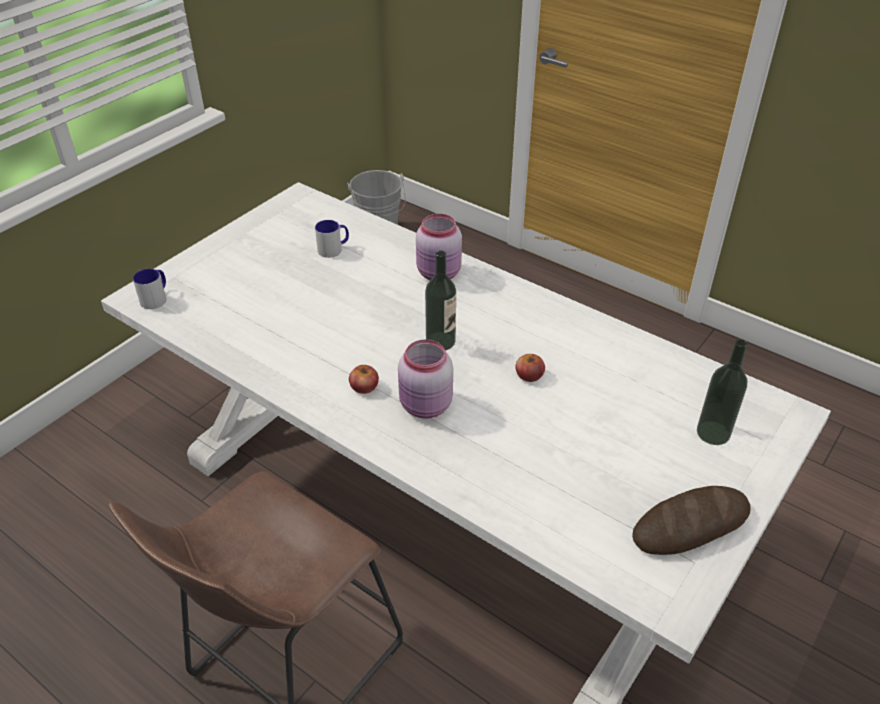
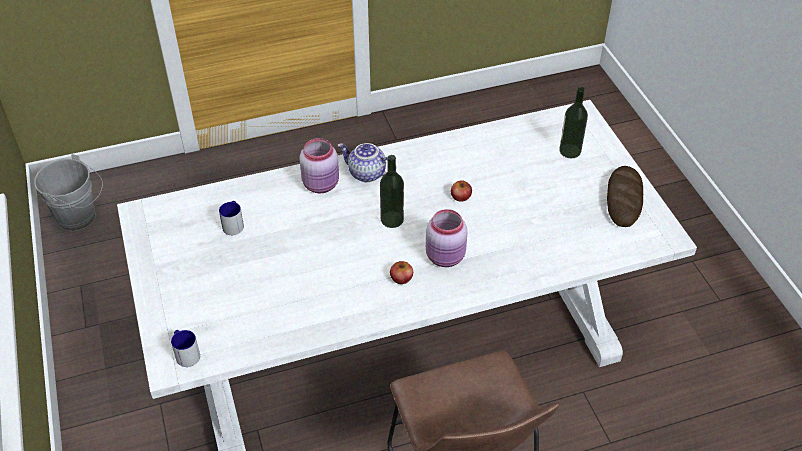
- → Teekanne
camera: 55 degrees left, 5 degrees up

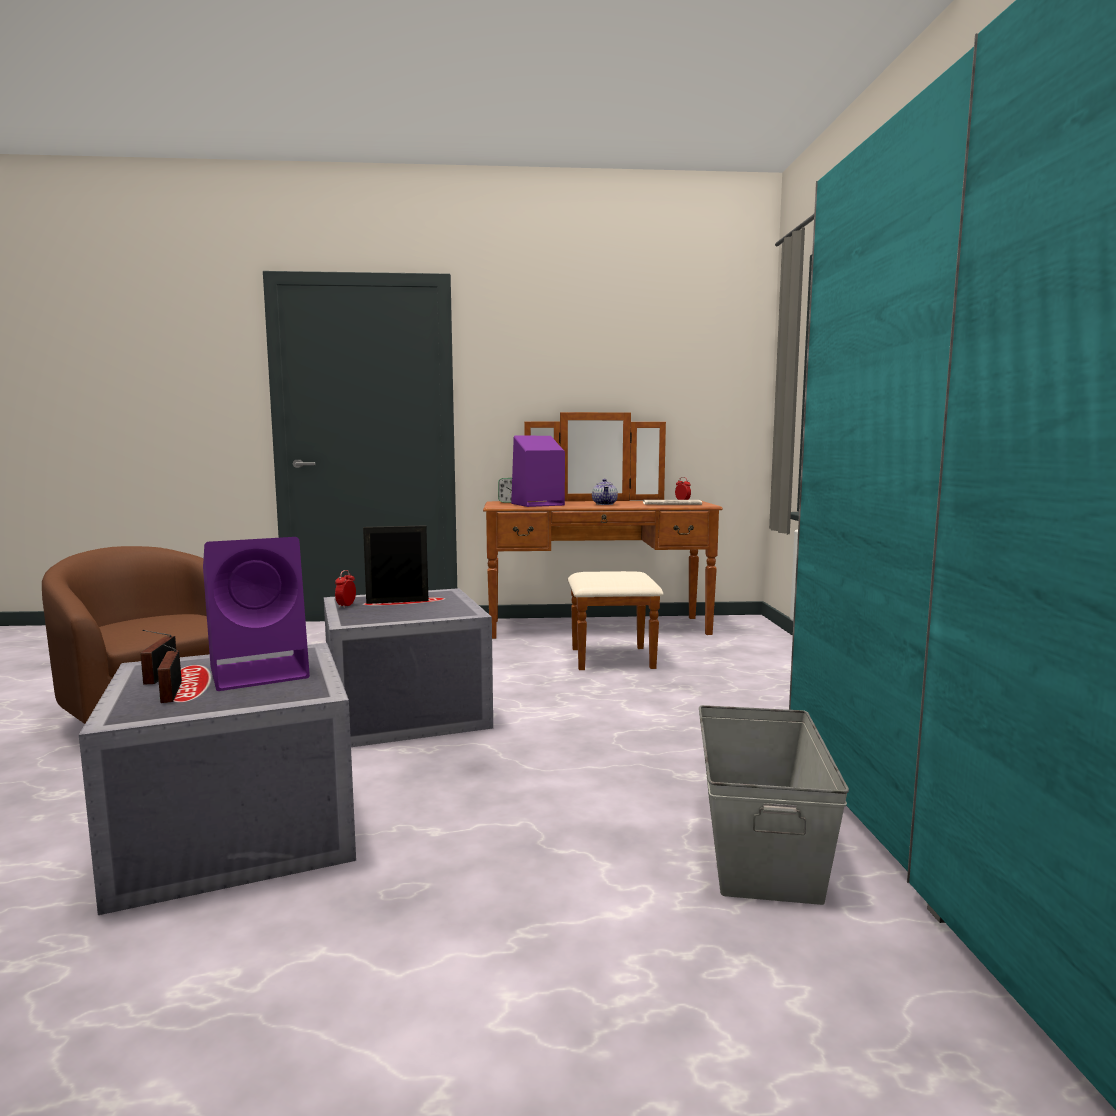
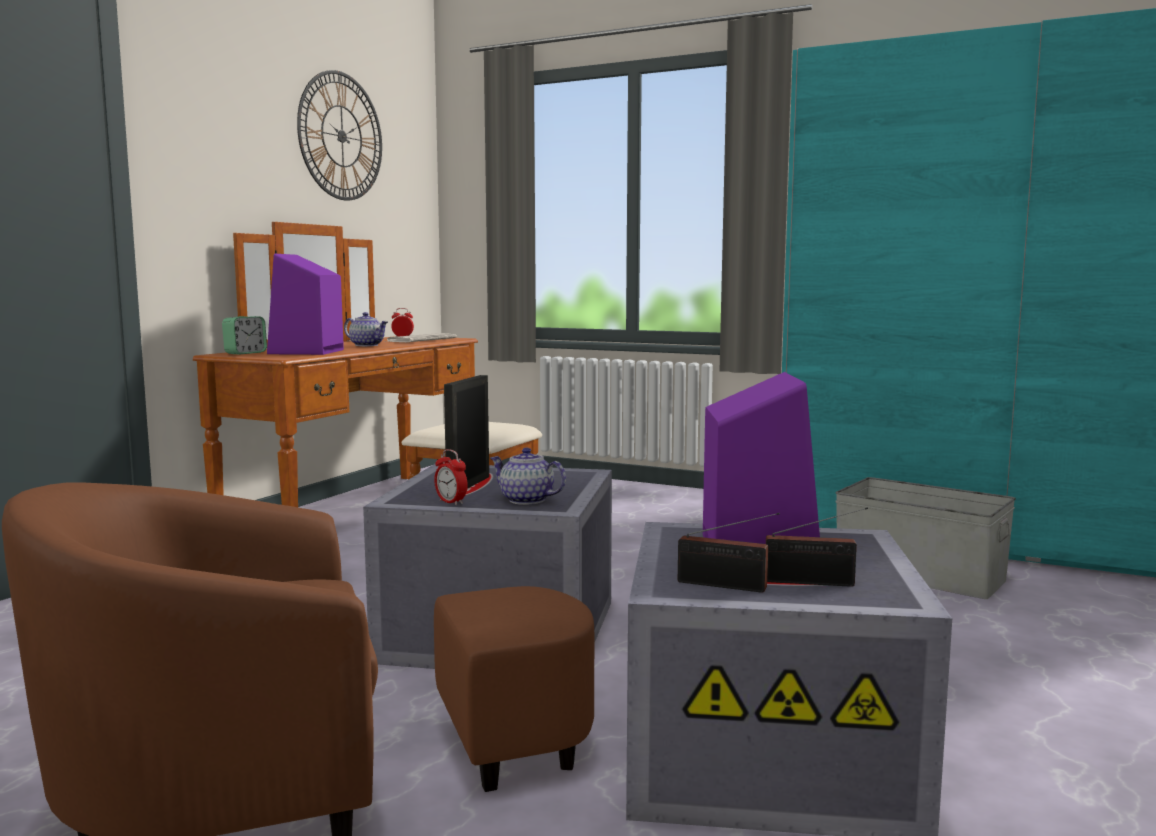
- → Wanduhr
- → Teekanne (no. 2 from left)
camera: 60 degrees left, 0 degrees up

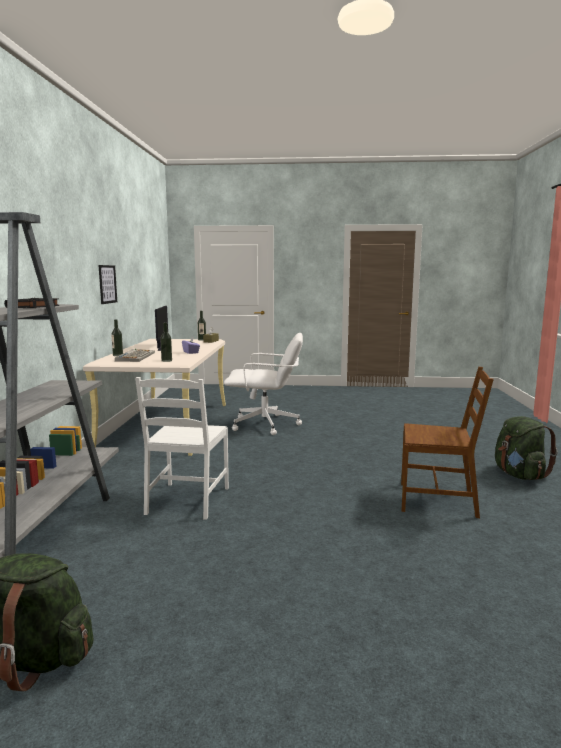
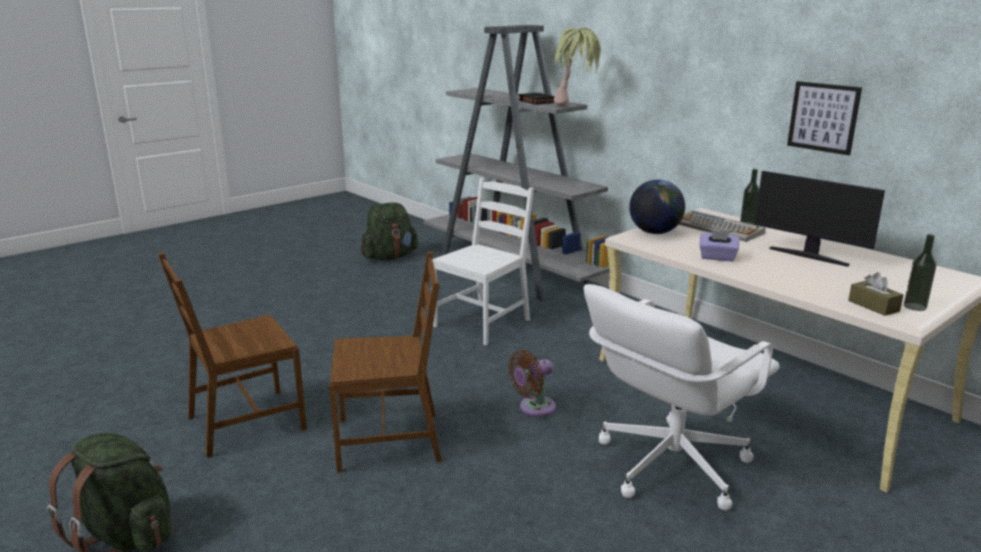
- → Stuhl (braun) (no. 2 from left)
Stuhl (weiß), 75 degrees clockwise
- → Ventilator (braun)
- → Topfpflanze
Flasche (no. 2 from left) → Globus
camera: 135 degrees right, 10 degrees up

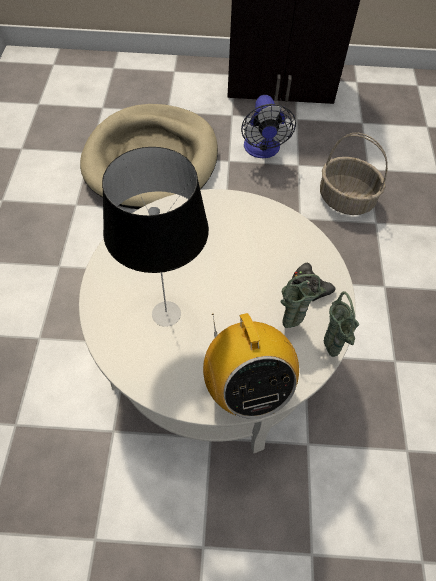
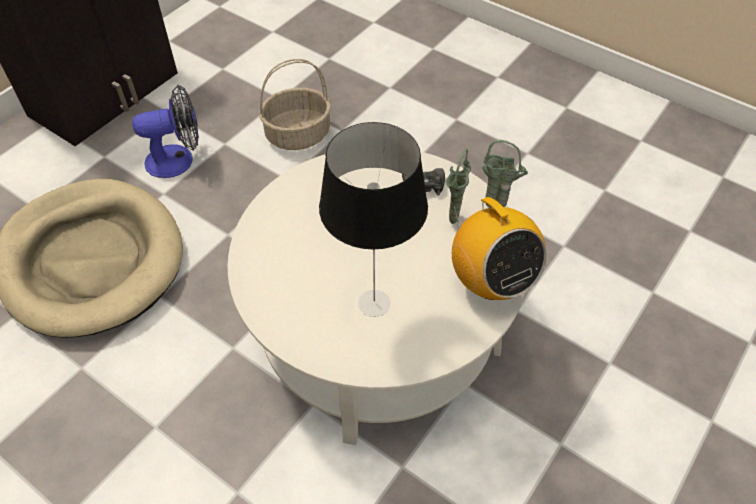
Ventilator, 45 degrees counterclockwise
Radio, 45 degrees clockwise
camera: 55 degrees left, 5 degrees down

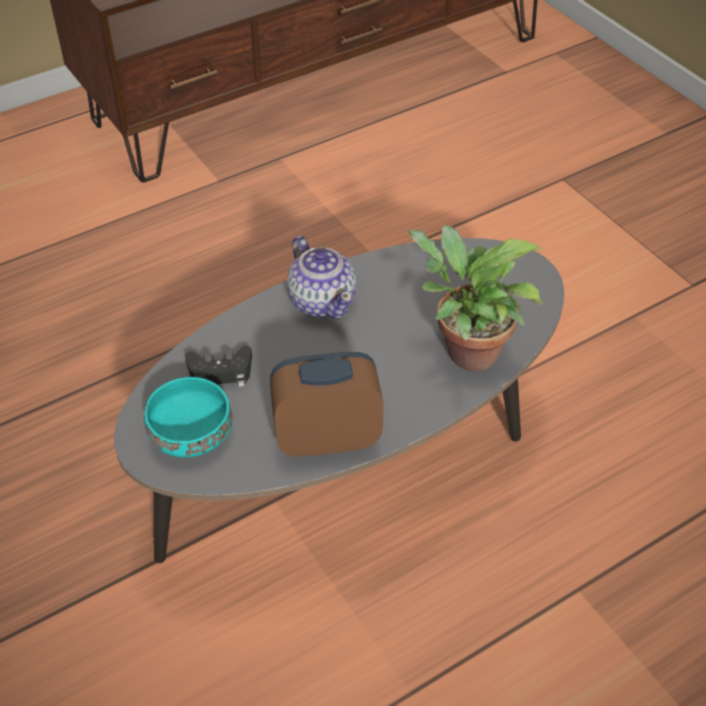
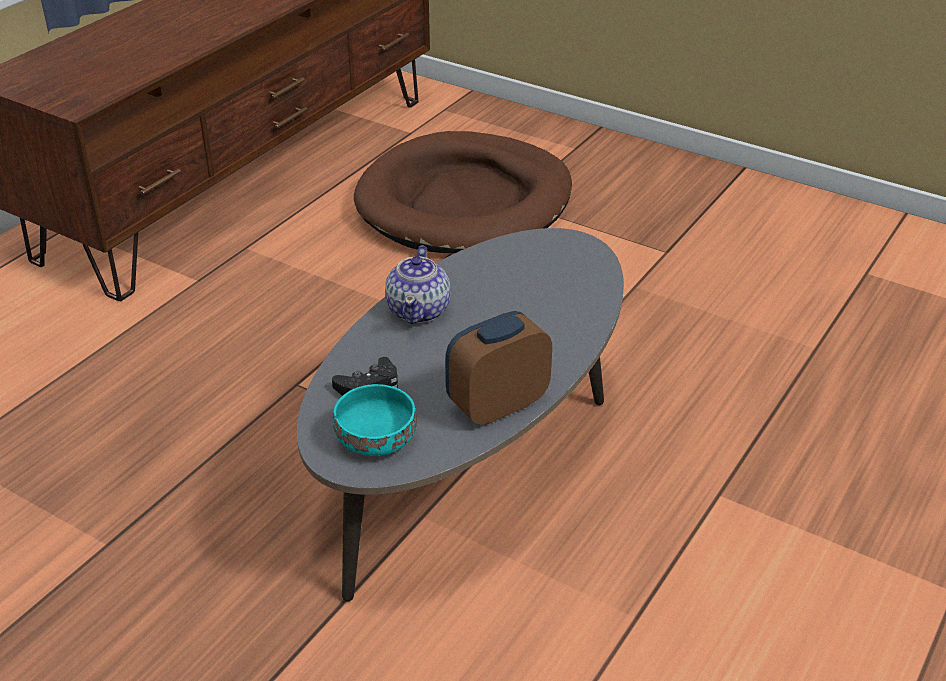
- → Hundebett (braun)
Teekanne, 60 degrees clockwise
Topfpflanze → -
camera: 25 degrees left, 10 degrees down

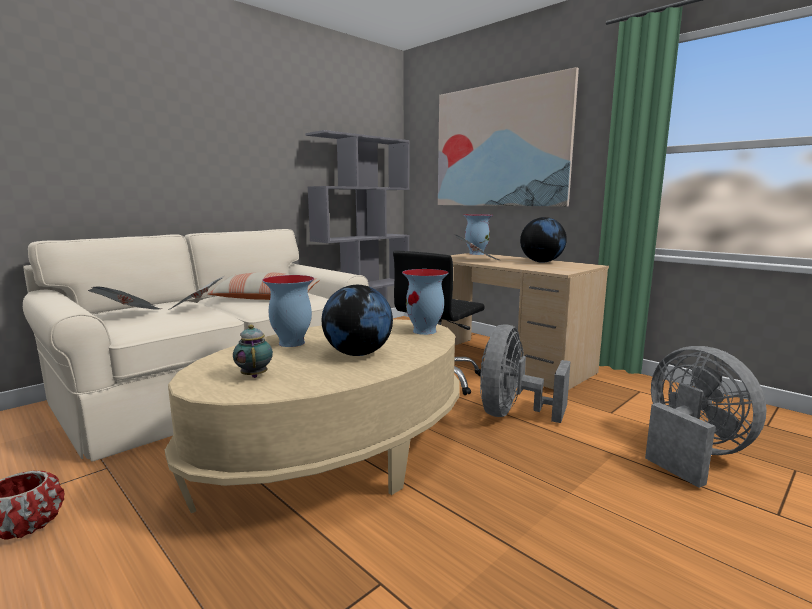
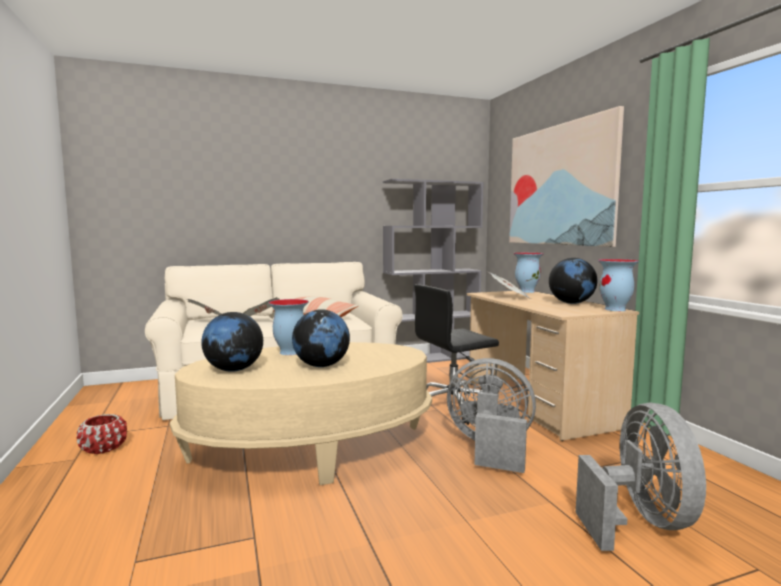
Teekanne → Globus (no. 1 from left)
Ventilator (grau) (no. 1 from left), 60 degrees clockwise
Vase (no. 2 from left in the first image) → Vase (no. 3 from left), relocated
camera: 25 degrees right, 5 degrees down

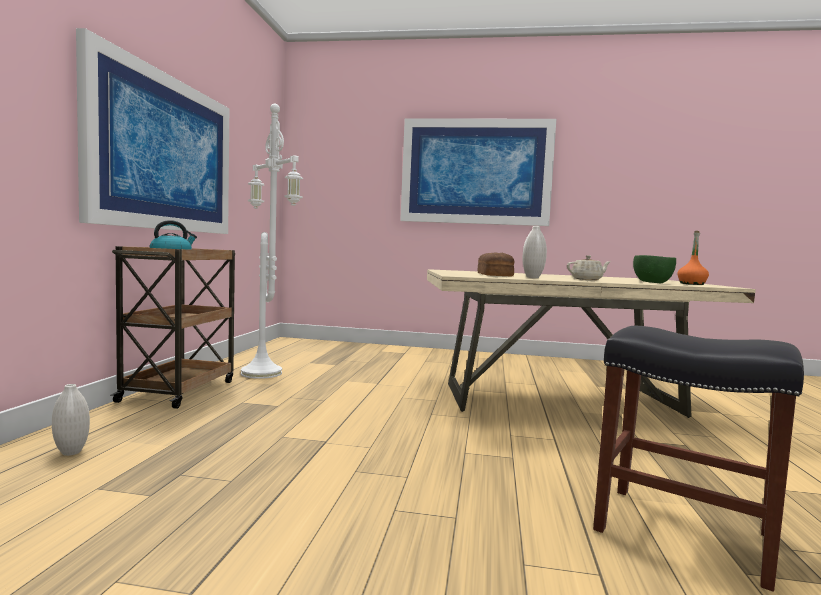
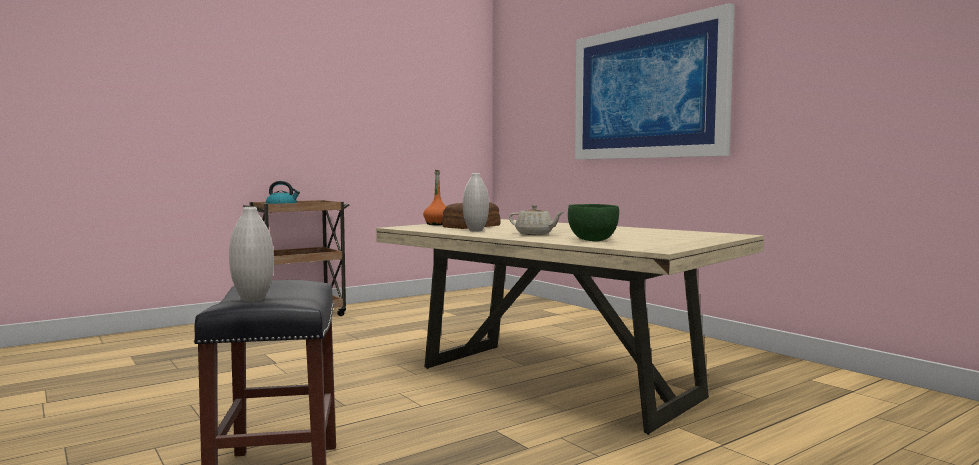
Vase (weiß) (no. 1 from left), relocated
Flasche (orange), relocated
Bild (no. 1 from left) → -
Stehlampe (weiß) → -
camera: 45 degrees right, 0 degrees up

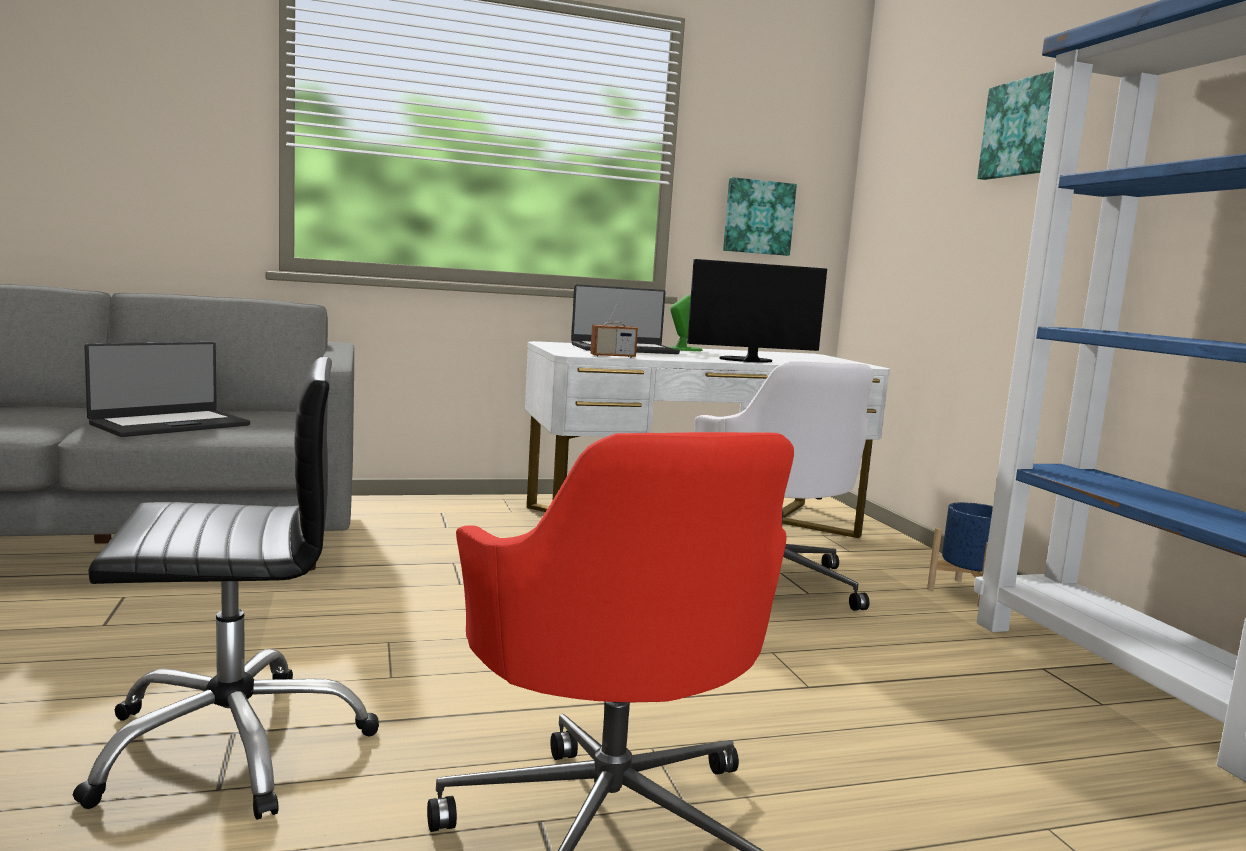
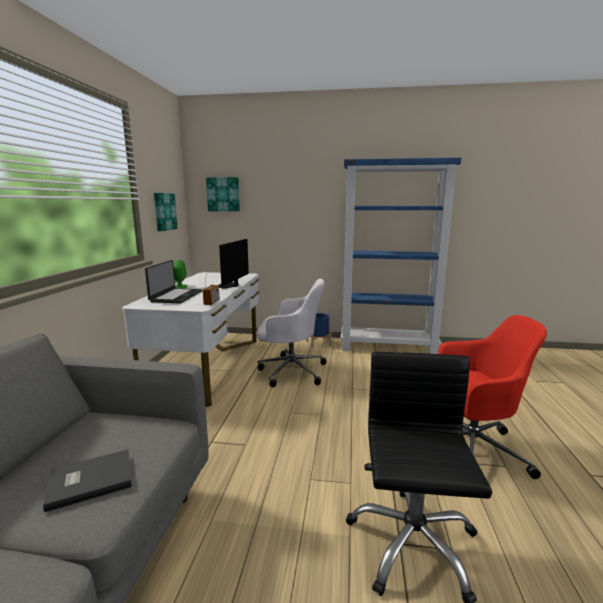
Laptop (no. 1 from left) → Buch (grau)
Bild (no. 2 from left), relocated
camera: 65 degrees left, 5 degrees up

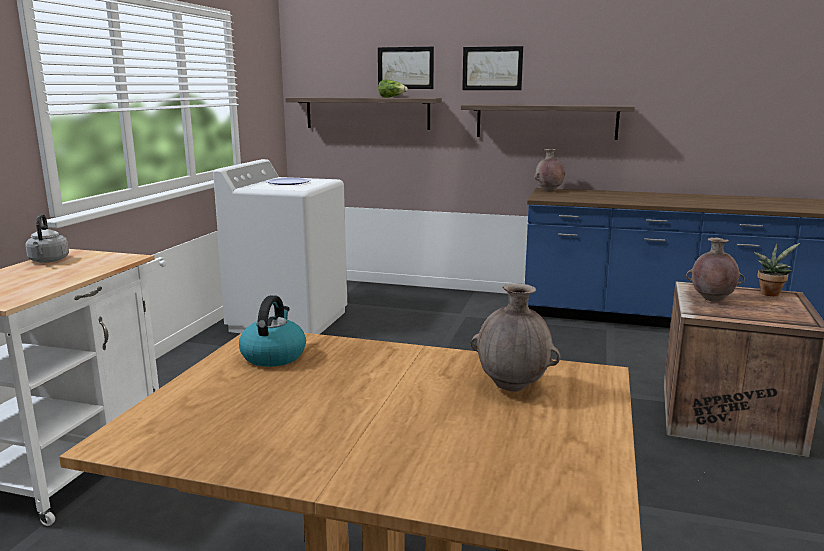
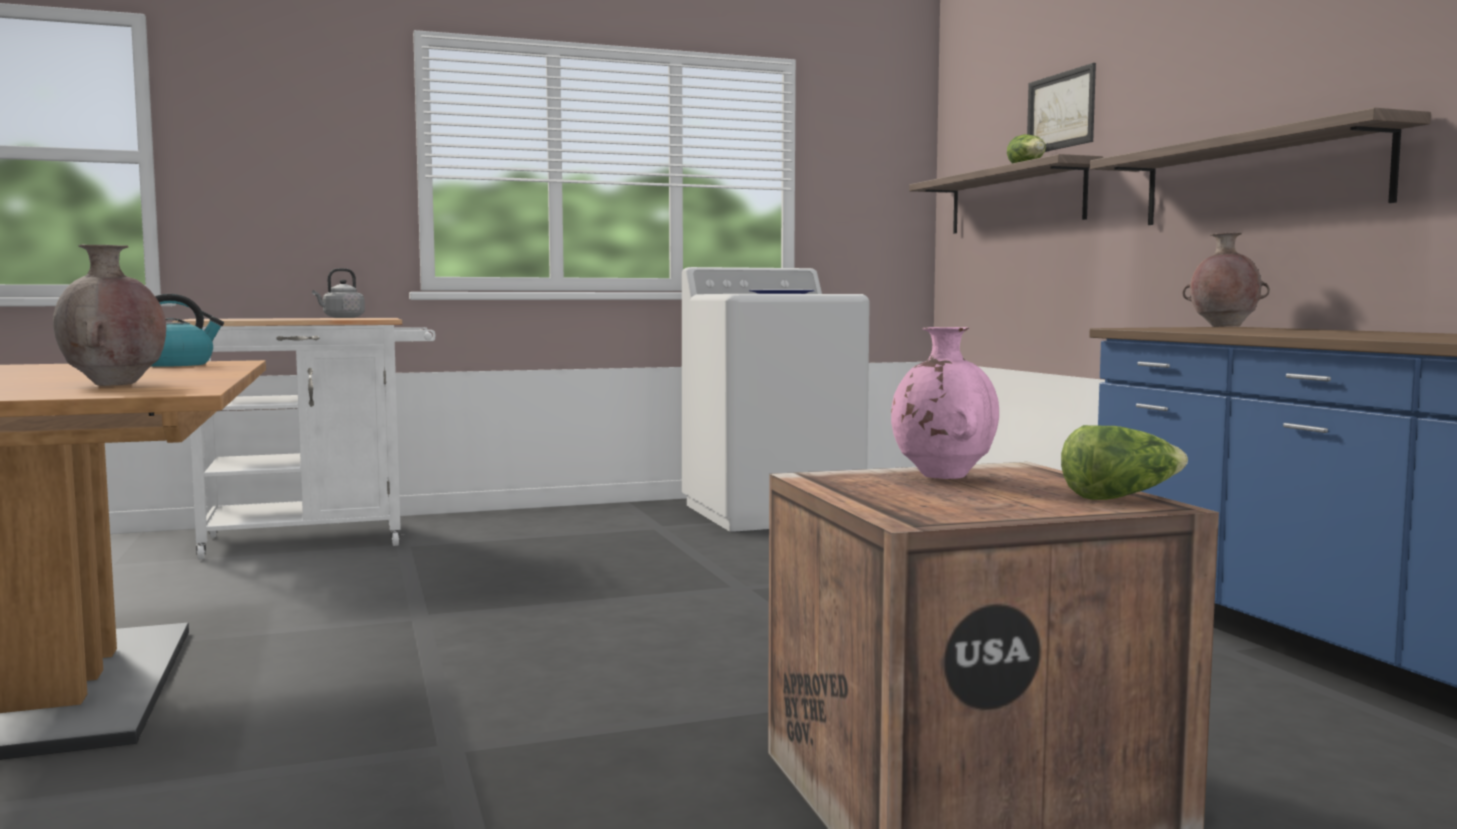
Vase (braun) (no. 3 from left) → Vase (rosa)
Topfpflanze → Salatkopf (no. 2 from left)
Bild (no. 2 from left) → -
camera: 55 degrees right, 10 degrees down

